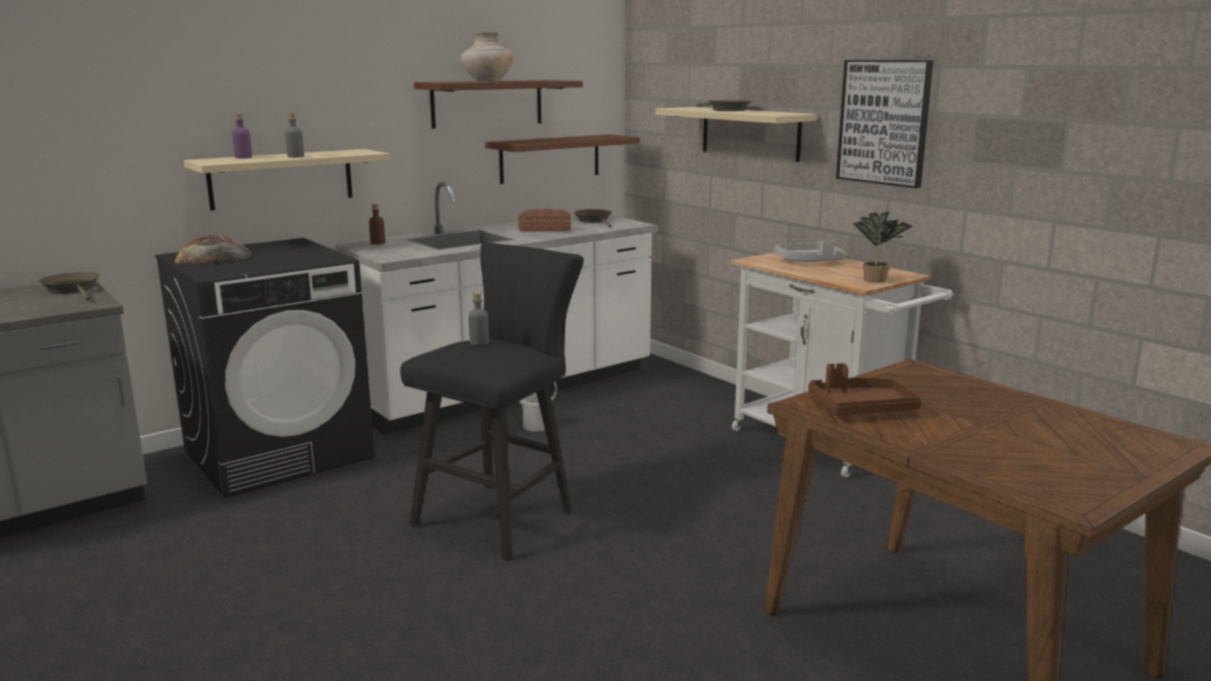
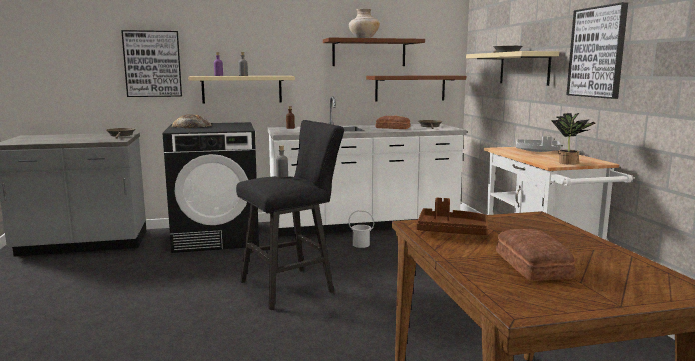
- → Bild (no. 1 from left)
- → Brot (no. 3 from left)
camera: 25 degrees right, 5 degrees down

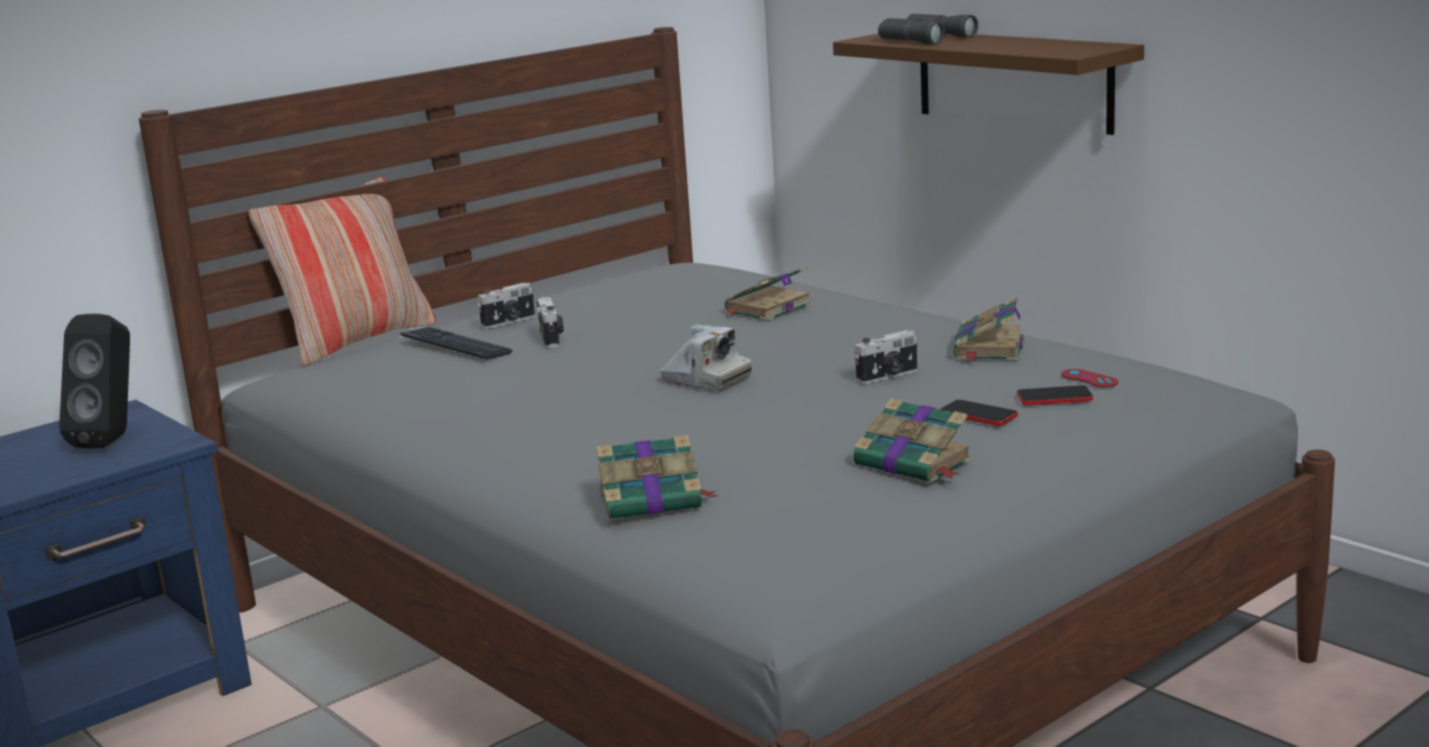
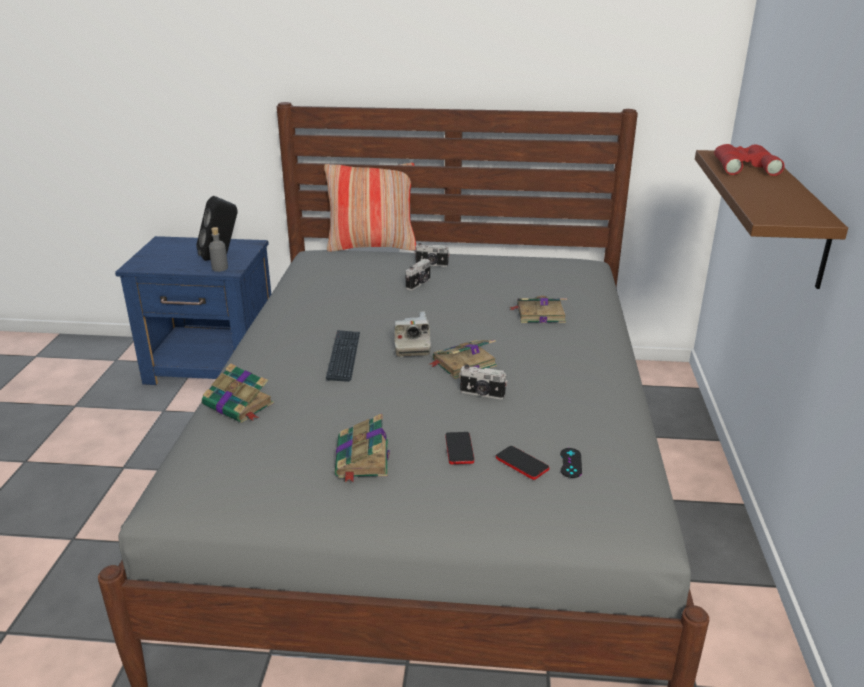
- → Flasche (grau)
Tastatur, relocated
Buch (no. 4 from left in the first image) → Buch (no. 3 from left), relocated
Gamepad (rot) → Gamepad (schwarz)
Fernglas (grau) → Fernglas (rot)
camera: 45 degrees right, 10 degrees up

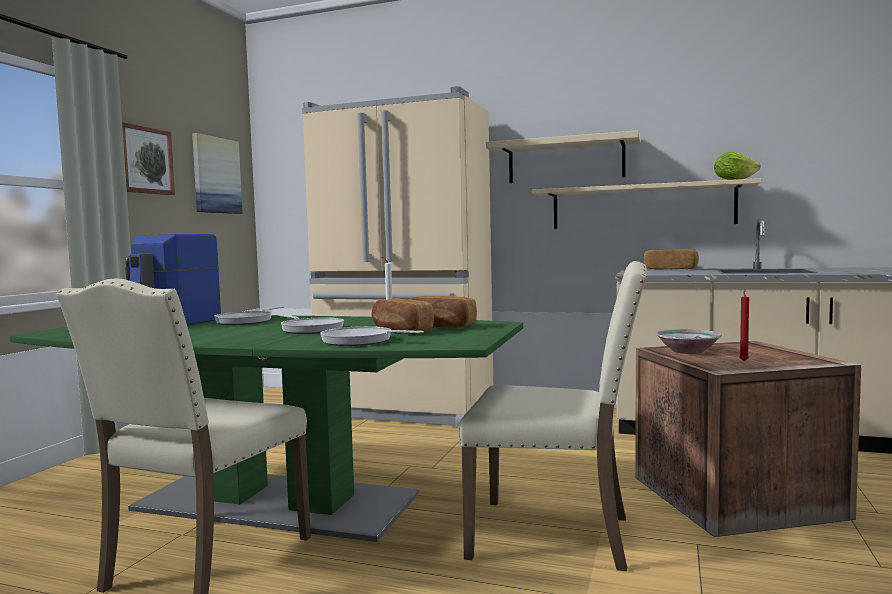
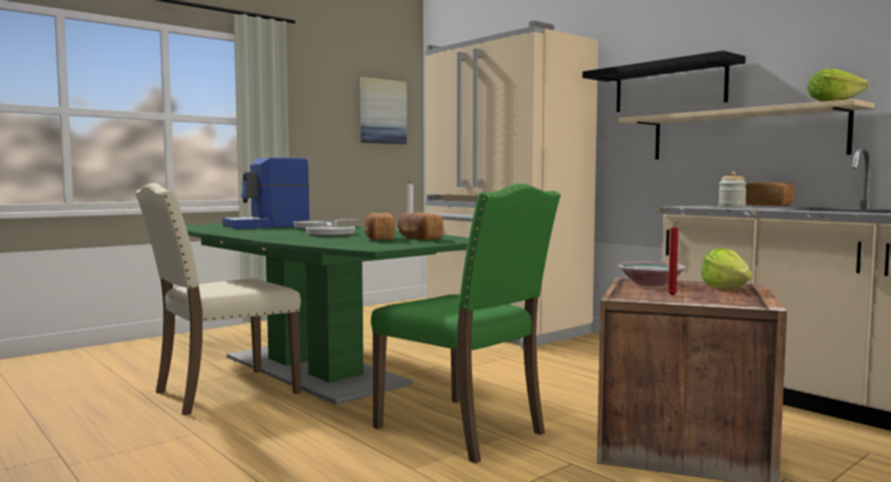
Stuhl (beige) (no. 2 from left) → Stuhl (grün)
Wandregal (beige) (no. 1 from left) → Wandregal (schwarz)
- → Salatkopf (no. 1 from left)
- → Vorratsglas
Bild (no. 1 from left) → -
Pfanne (no. 3 from left) → -
camera: 30 degrees right, 0 degrees up

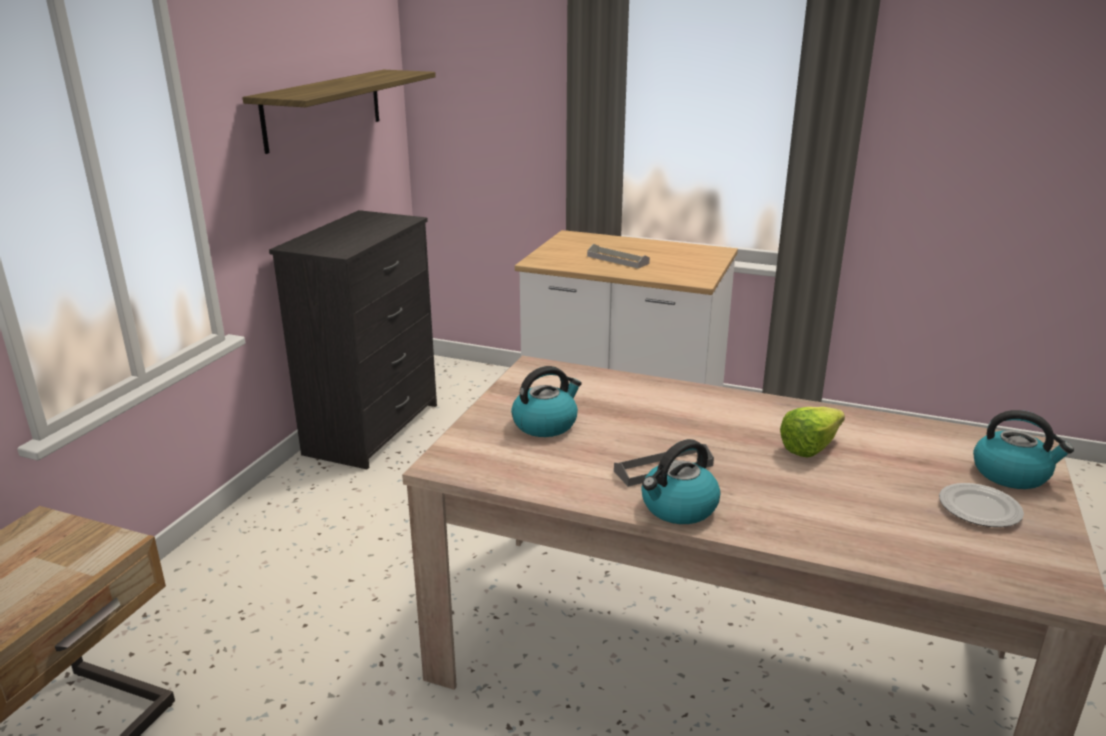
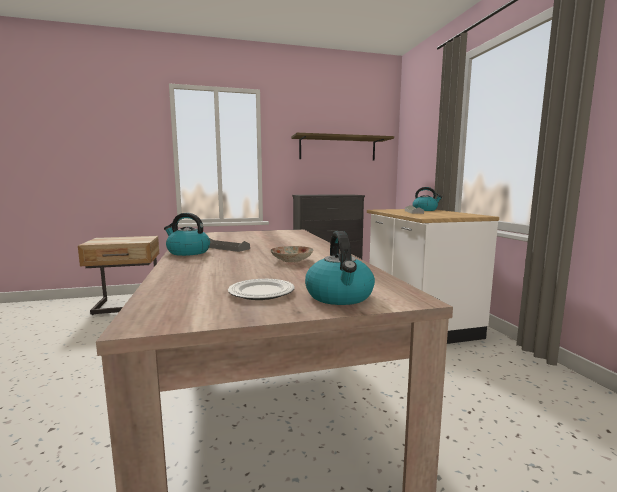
Salatkopf → Teller (no. 2 from left)
Wasserkessel (no. 1 from left in the first image) → Wasserkessel (no. 3 from left), relocated
camera: 55 degrees right, 15 degrees down

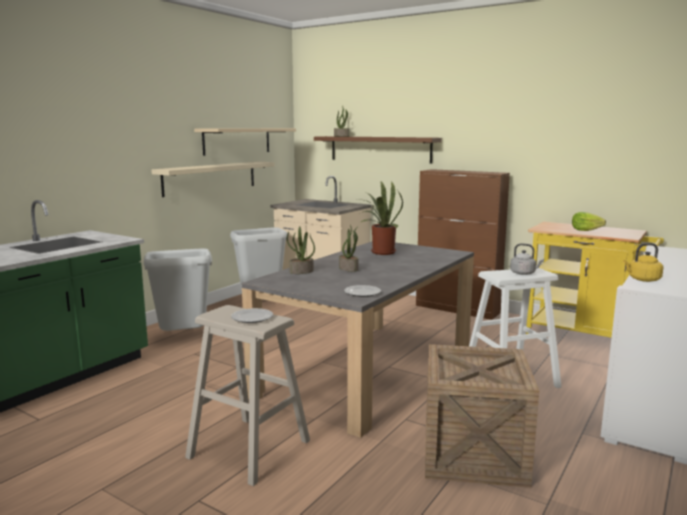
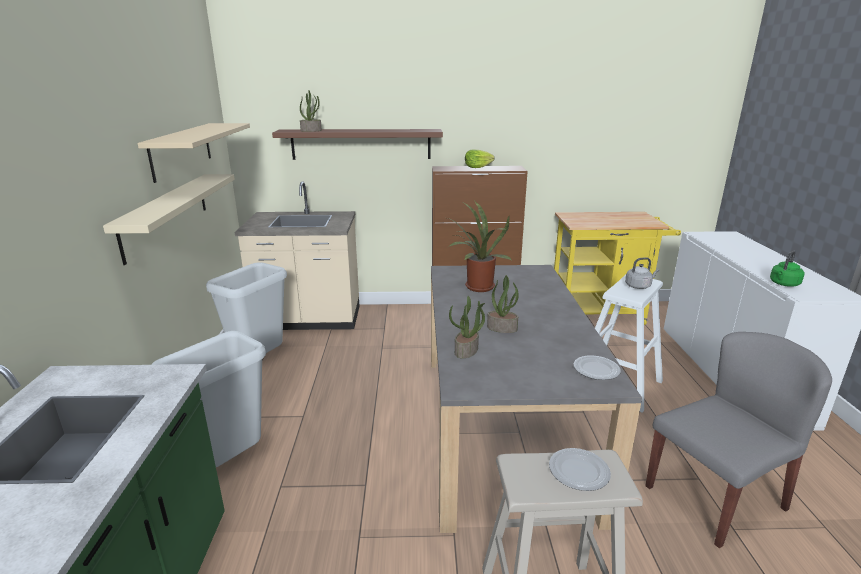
Salatkopf, relocated
Kiste → Stuhl (grau)
Wasserkessel (gelb) → Wasserkessel (grün)
camera: 35 degrees left, 10 degrees up

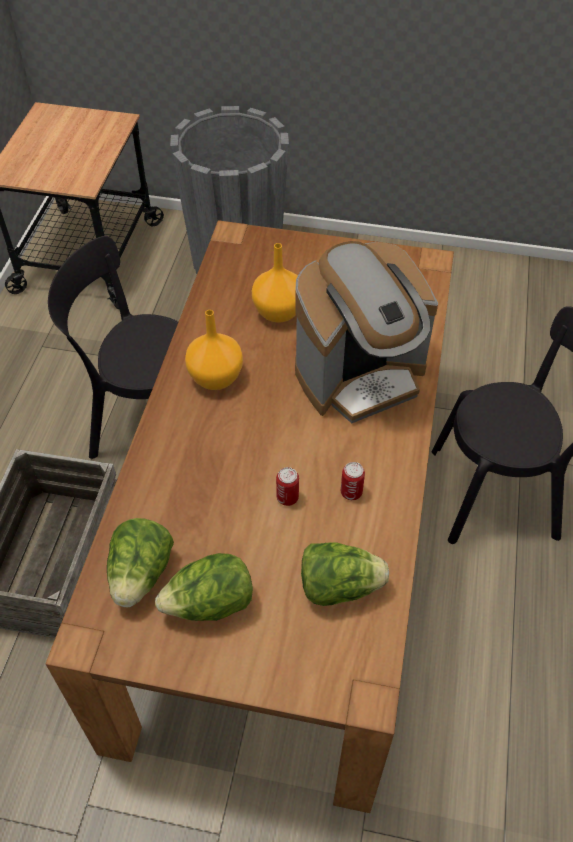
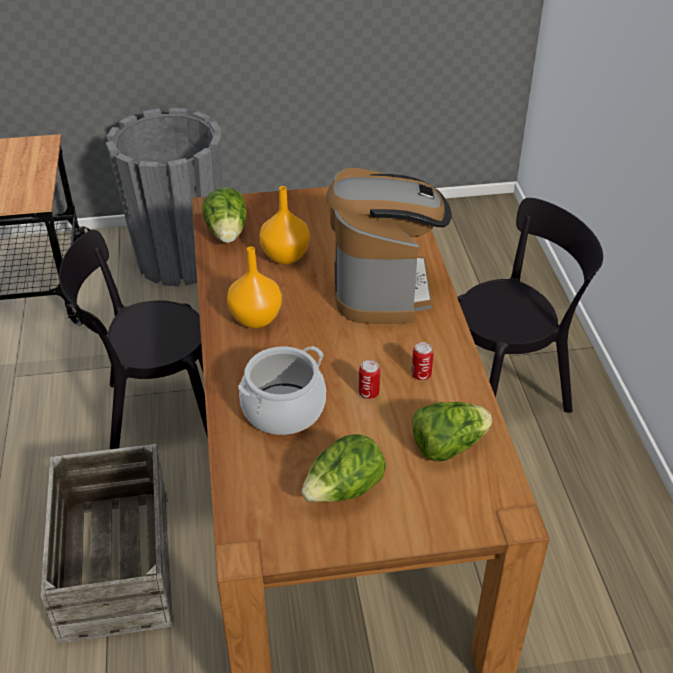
Salatkopf (no. 1 from left), relocated
- → Kochtopf
Kaffeemaschine, 45 degrees counterclockwise
camera: 20 degrees left, 10 degrees down

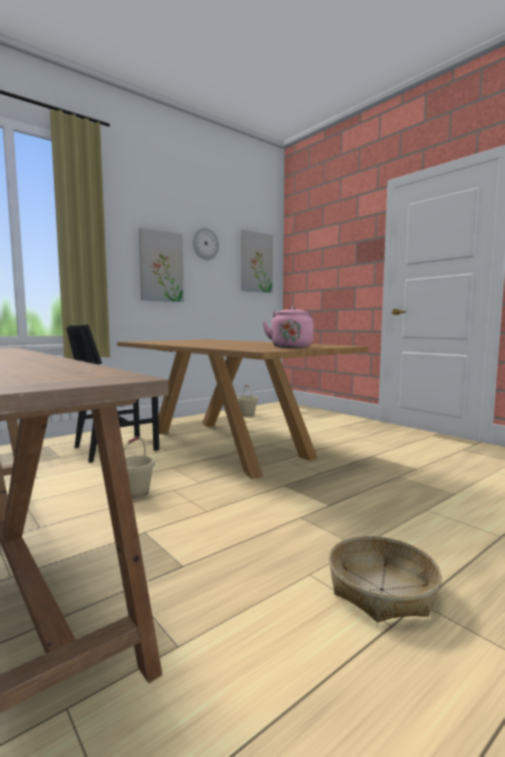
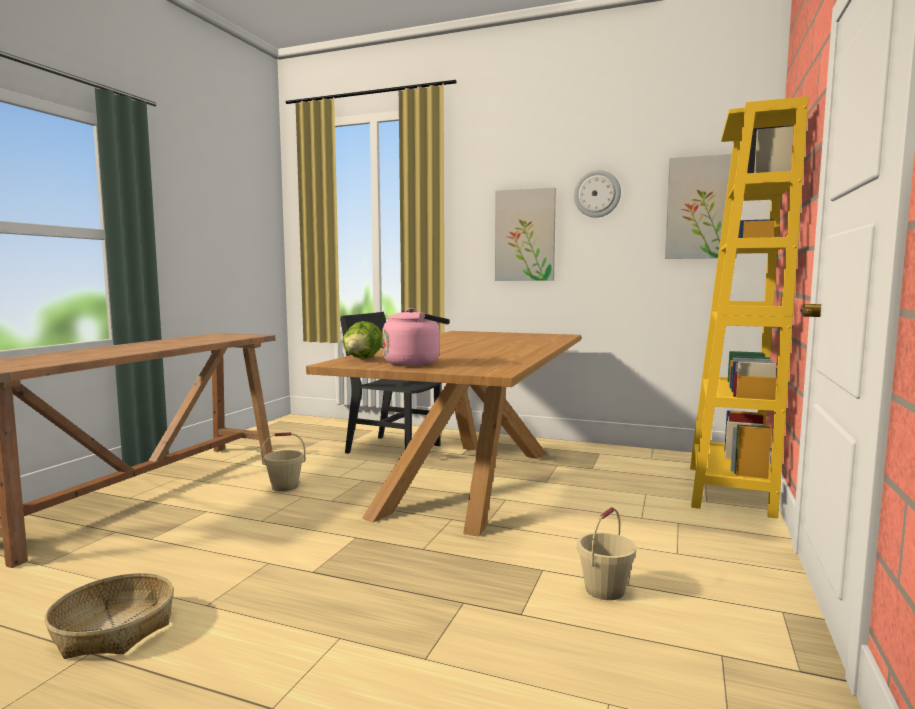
- → Salatkopf
Eimer (beige) (no. 2 from left), relocated
- → Bücherregal (gelb)
camera: 60 degrees right, 0 degrees up

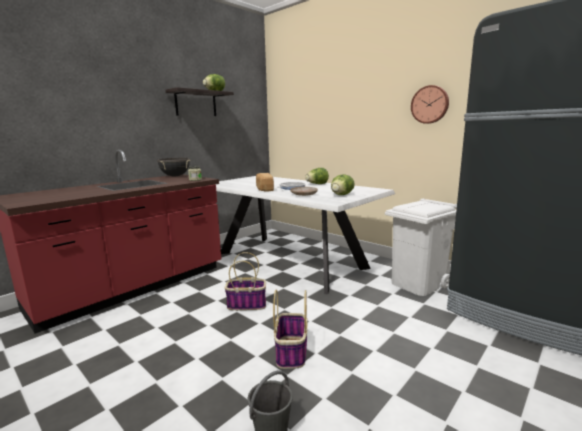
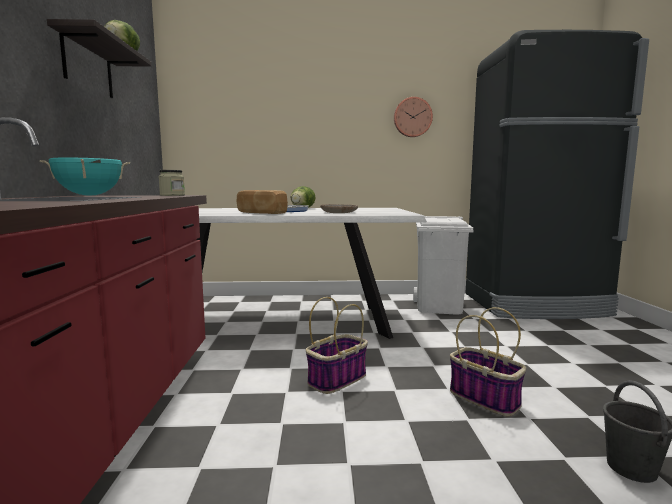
Kochtopf (schwarz) → Kochtopf (türkis)
Salatkopf (no. 3 from left) → -
camera: 45 degrees left, 5 degrees down

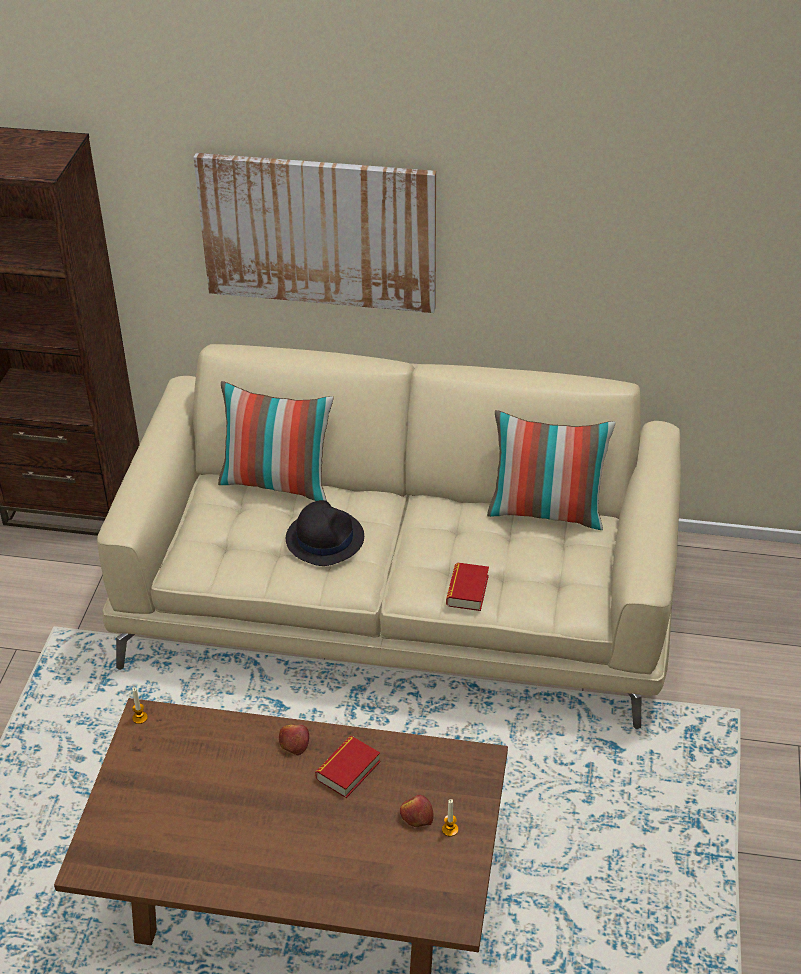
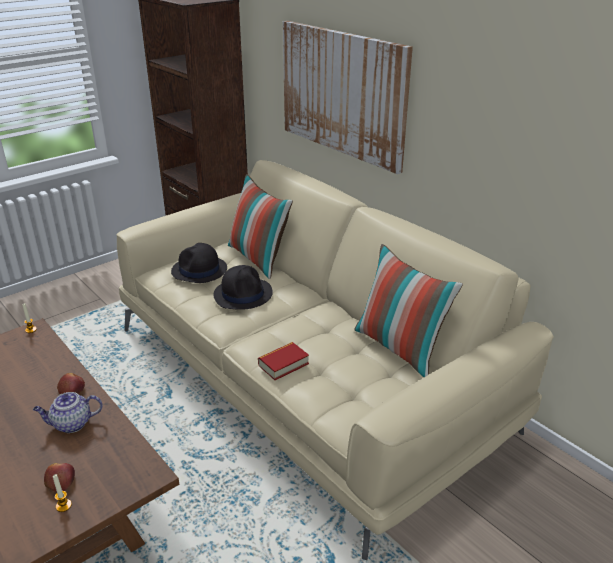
Buch (no. 1 from left) → Teekanne
- → Hut (schwarz) (no. 1 from left)
camera: 40 degrees right, 10 degrees down

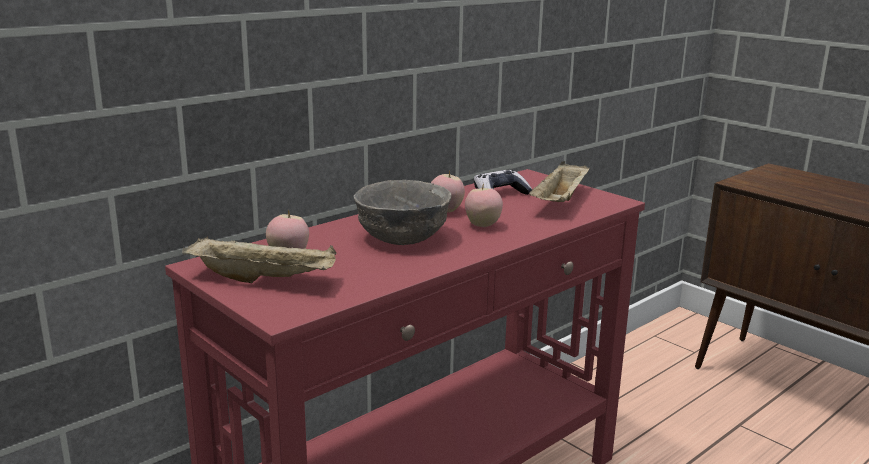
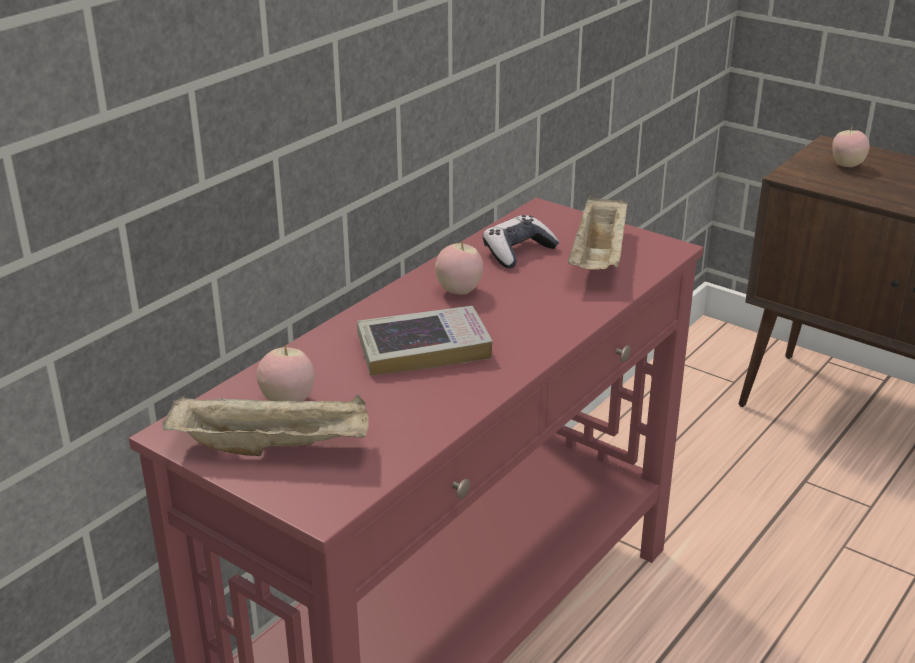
Schüssel (grau) → Buch
Apfel (no. 3 from left), relocated
camera: 10 degrees left, 10 degrees up

